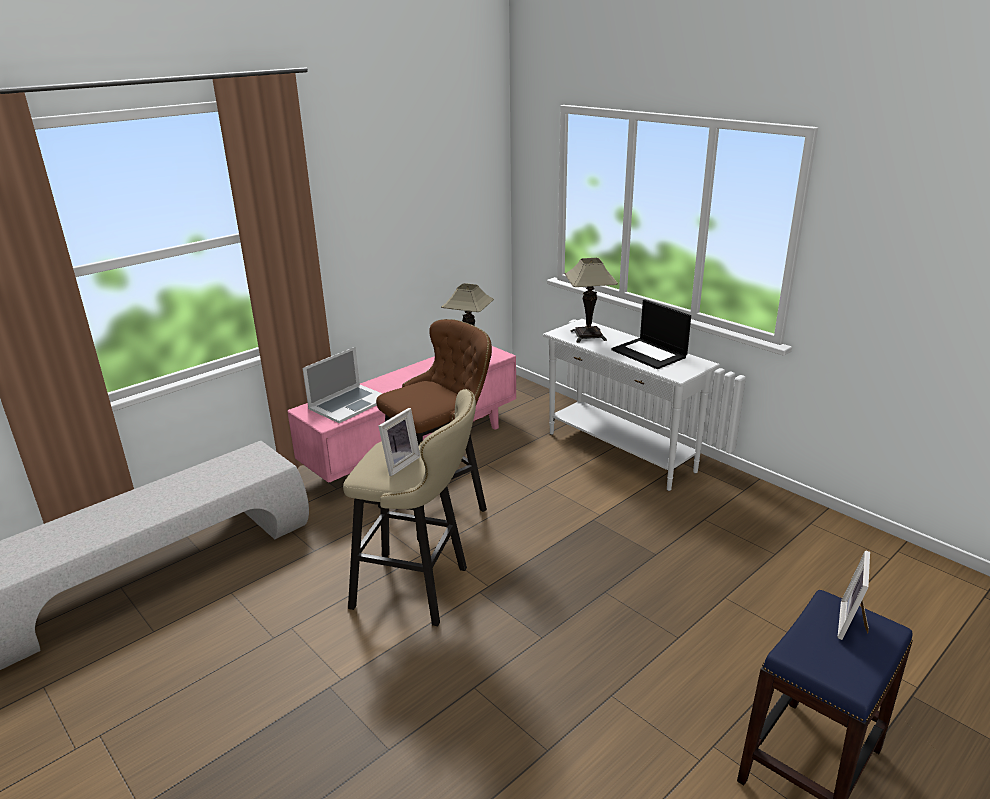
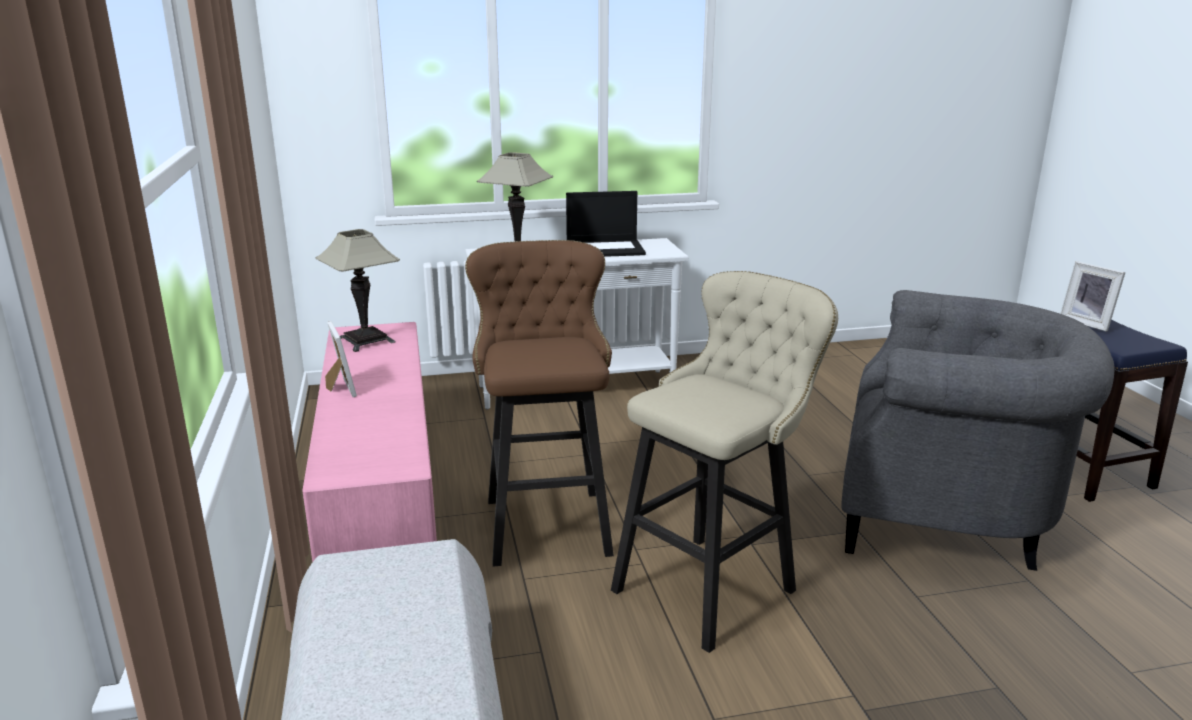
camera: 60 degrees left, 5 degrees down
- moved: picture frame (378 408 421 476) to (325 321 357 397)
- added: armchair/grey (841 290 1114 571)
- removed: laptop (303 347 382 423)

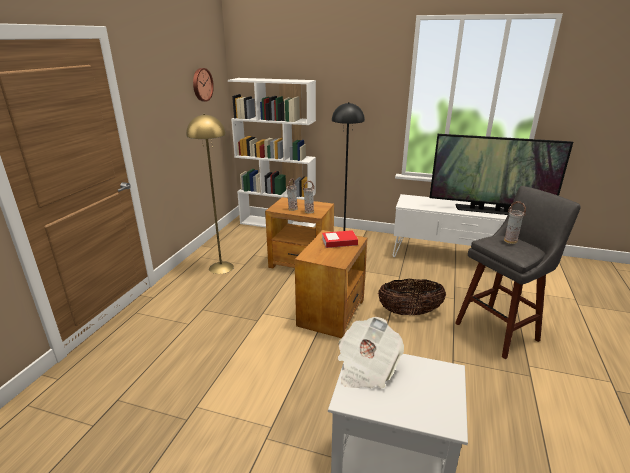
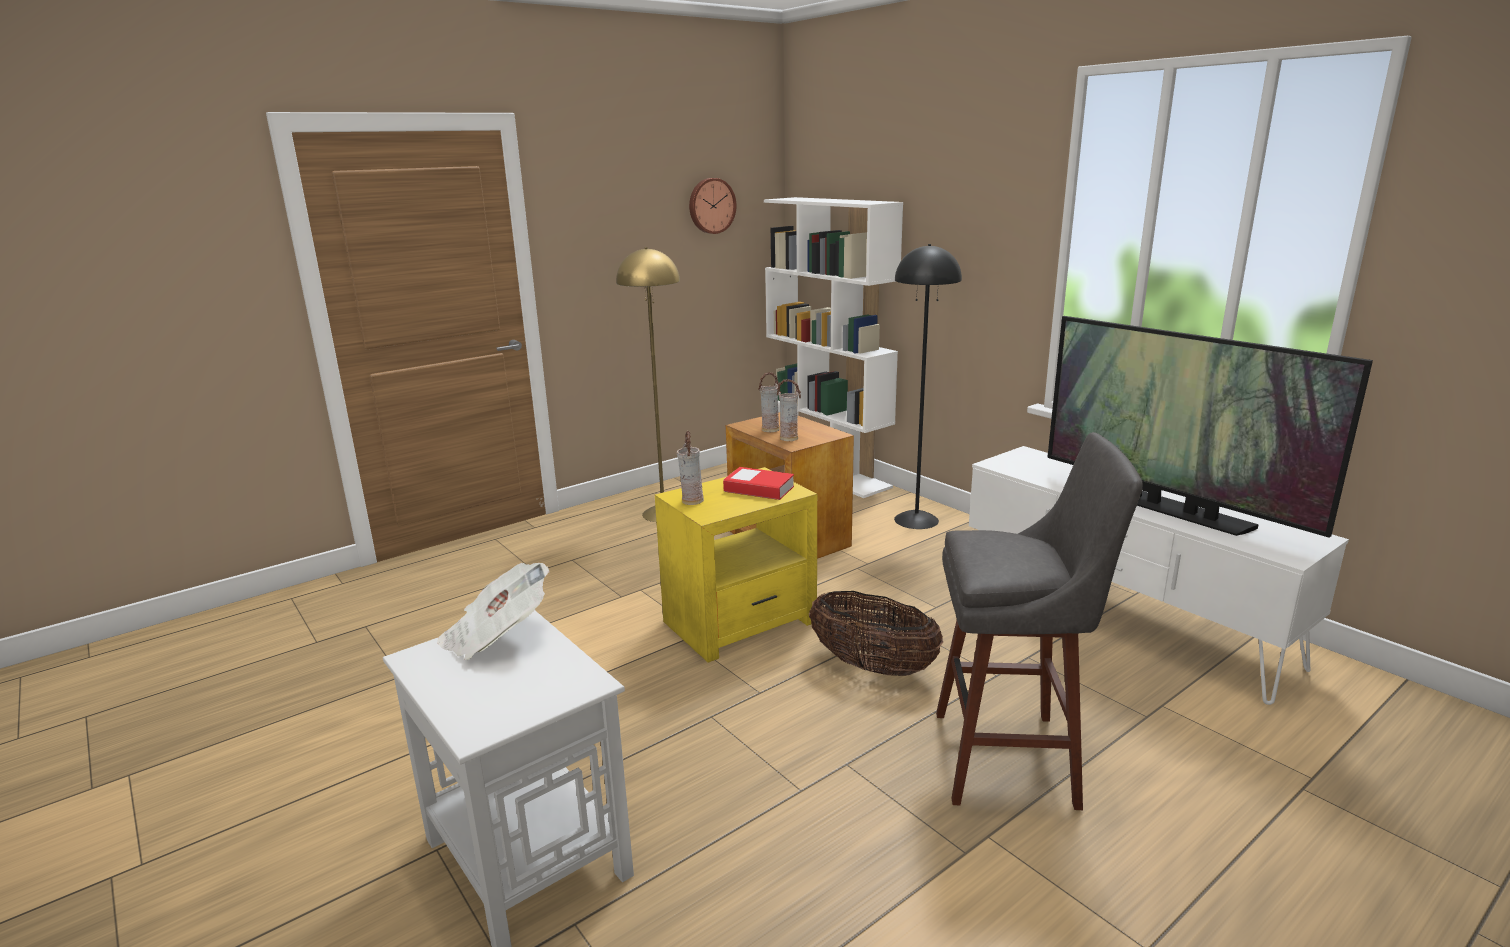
camera: 35 degrees right, 5 degrees down
- recoloured: side table/brown (295 230 368 338) to side table/yellow (655 467 817 662)
- moved: vase (504 201 526 244) to (677 431 704 505)

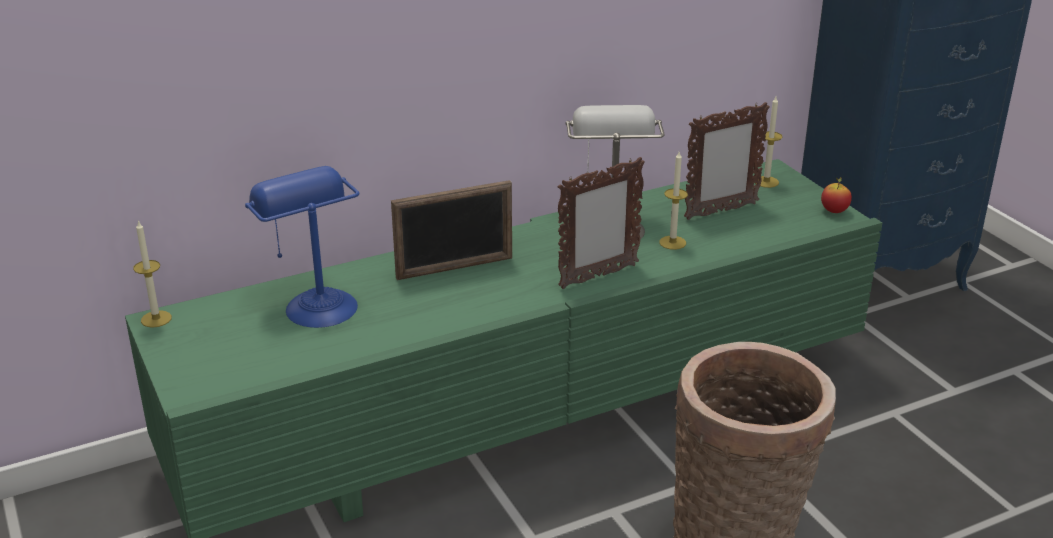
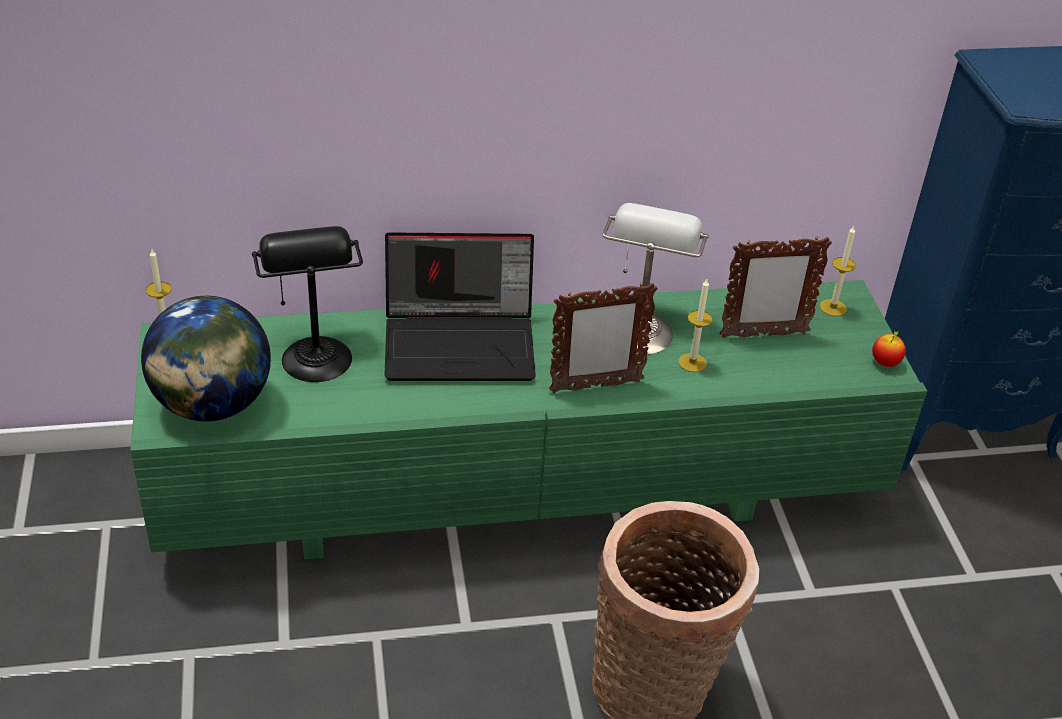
camera: 15 degrees right, 10 degrees up
- added: globe (141 296 271 422)
- recoloured: table lamp/blue (245 166 359 328) to table lamp/black (252 226 363 382)
- replaced: picture frame (391 180 512 280) to laptop (384 232 536 381)

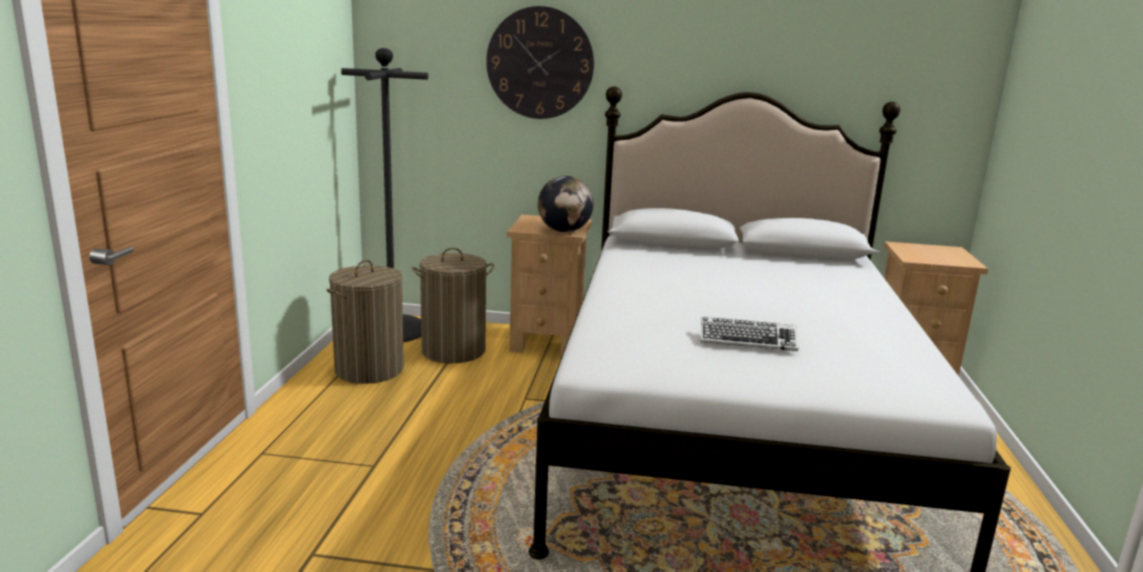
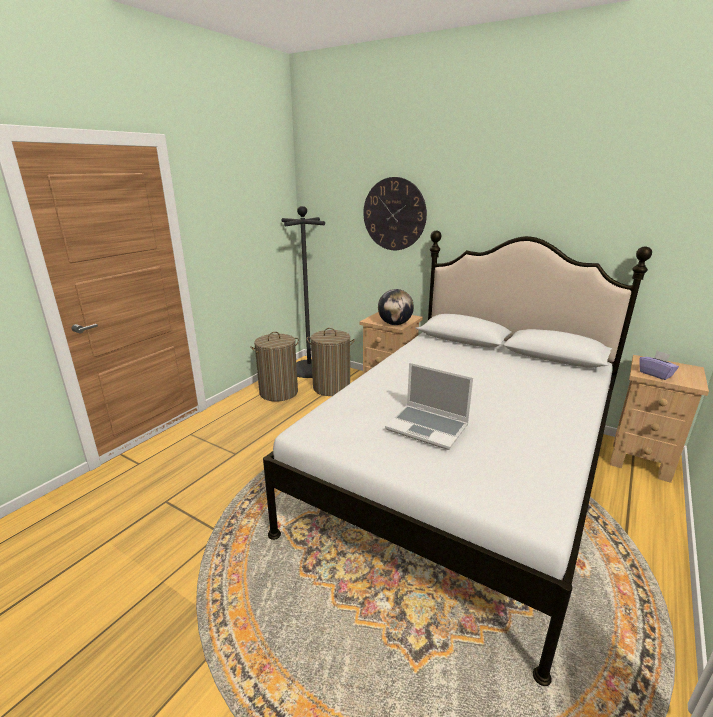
camera: 25 degrees right, 5 degrees up
- replaced: keyboard (701 317 798 351) to laptop (385 363 473 450)
- added: tissue box/purple (640 351 679 380)

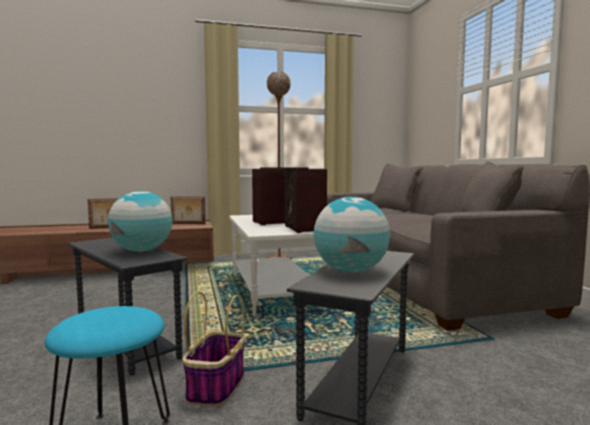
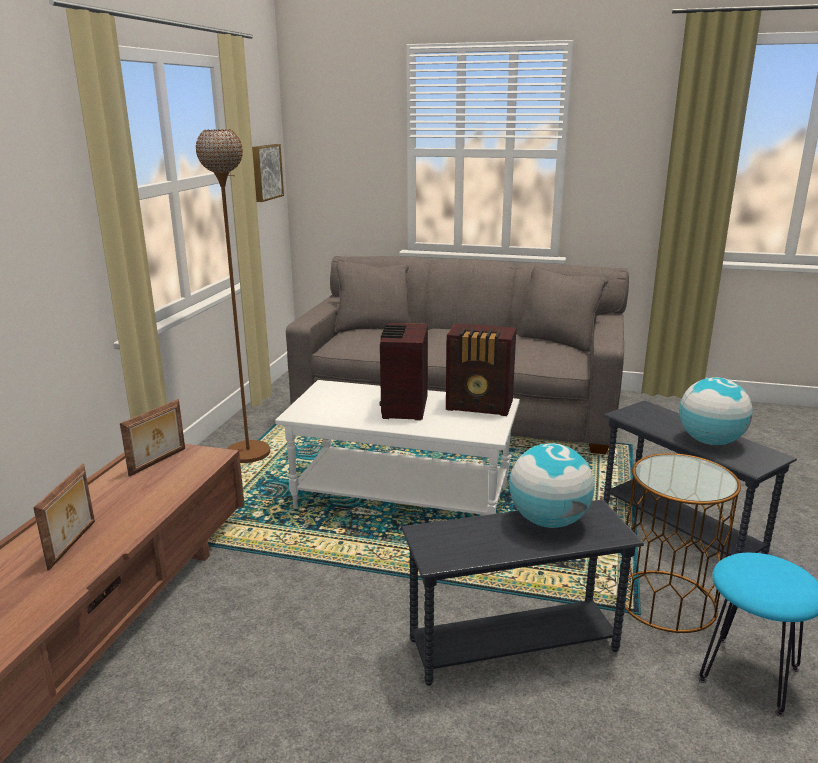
camera: 60 degrees left, 15 degrees up
- added: picture (252 144 284 202)
- replaced: basket (183 291 245 407) to side table/brown (618 453 741 633)

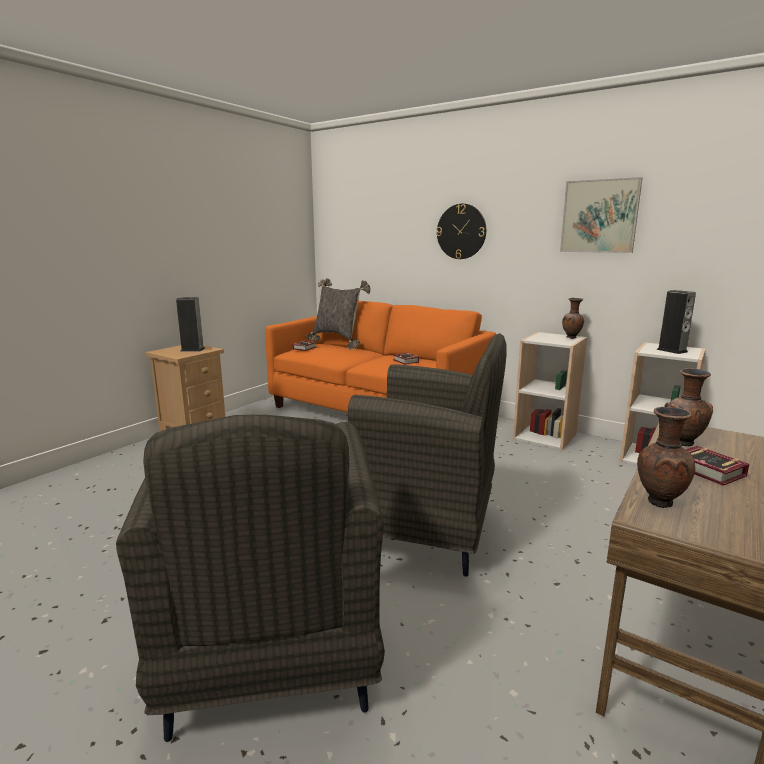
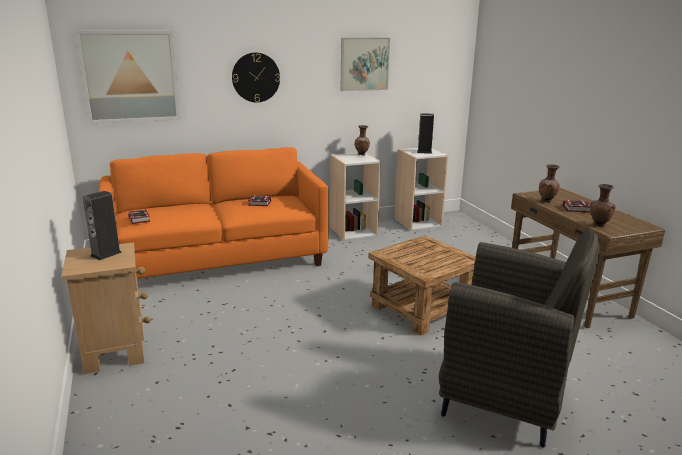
camera: 55 degrees left, 5 degrees up
- added: picture (75 30 180 124)
- replaced: armchair/grey (348 333 507 576) to side table/brown (368 235 476 335)
- removed: pillow (306 279 371 350)

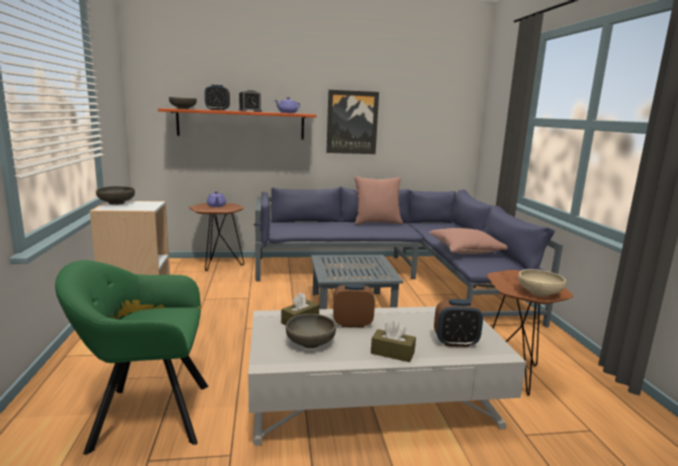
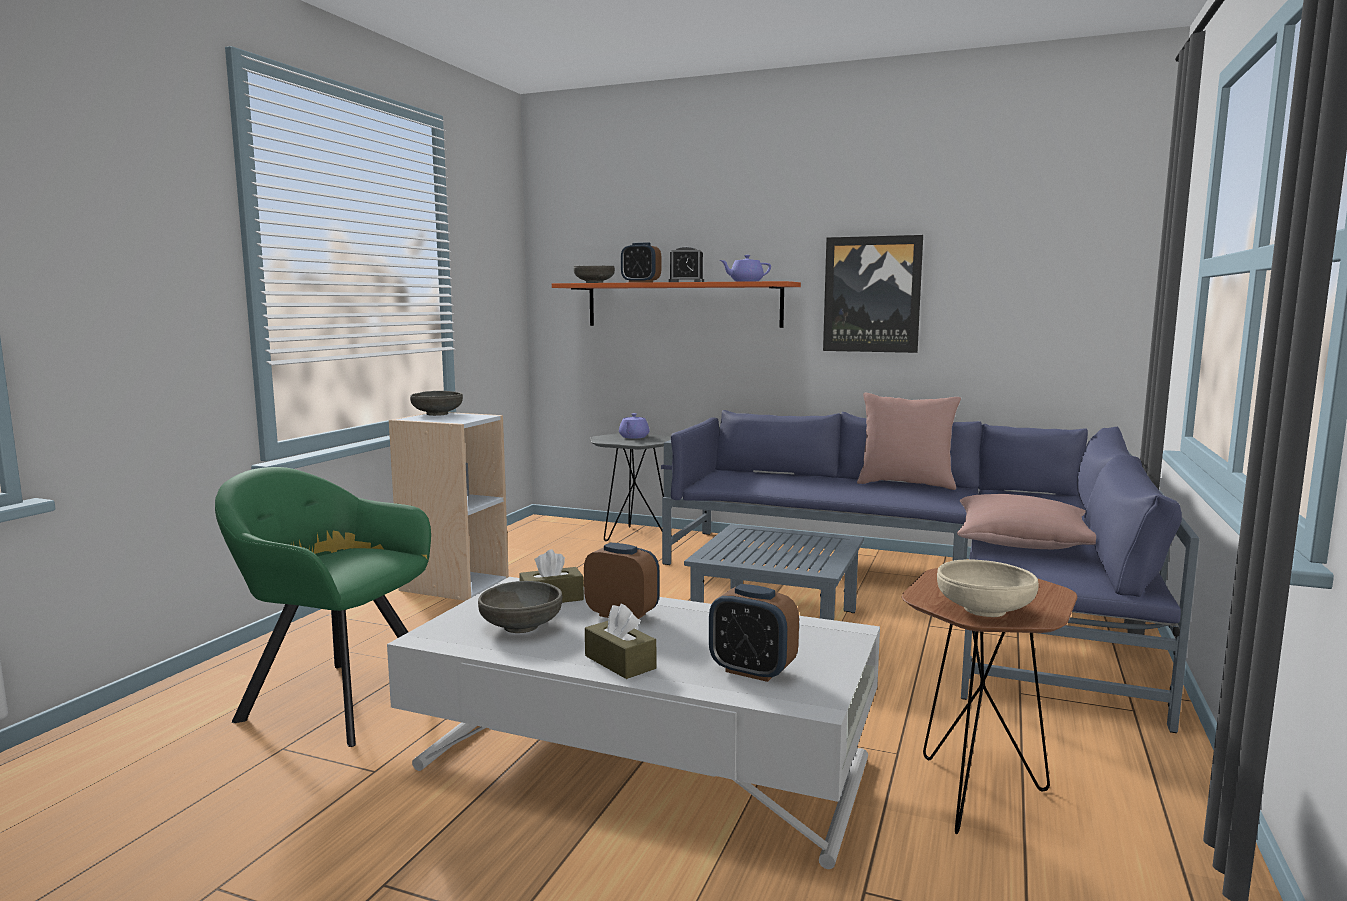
camera: 30 degrees right, 5 degrees down
- recoloured: side table/brown (189 203 244 271) to side table/grey (591 433 672 541)

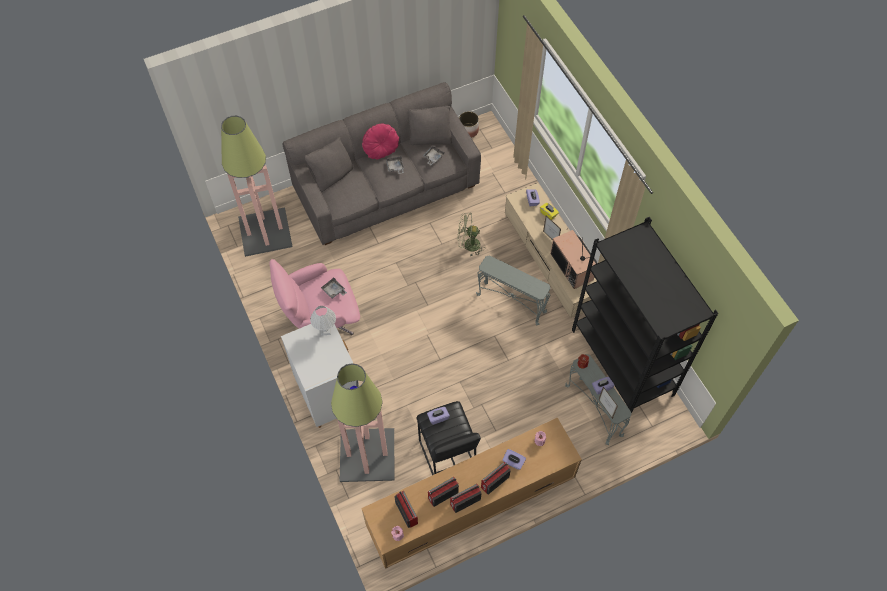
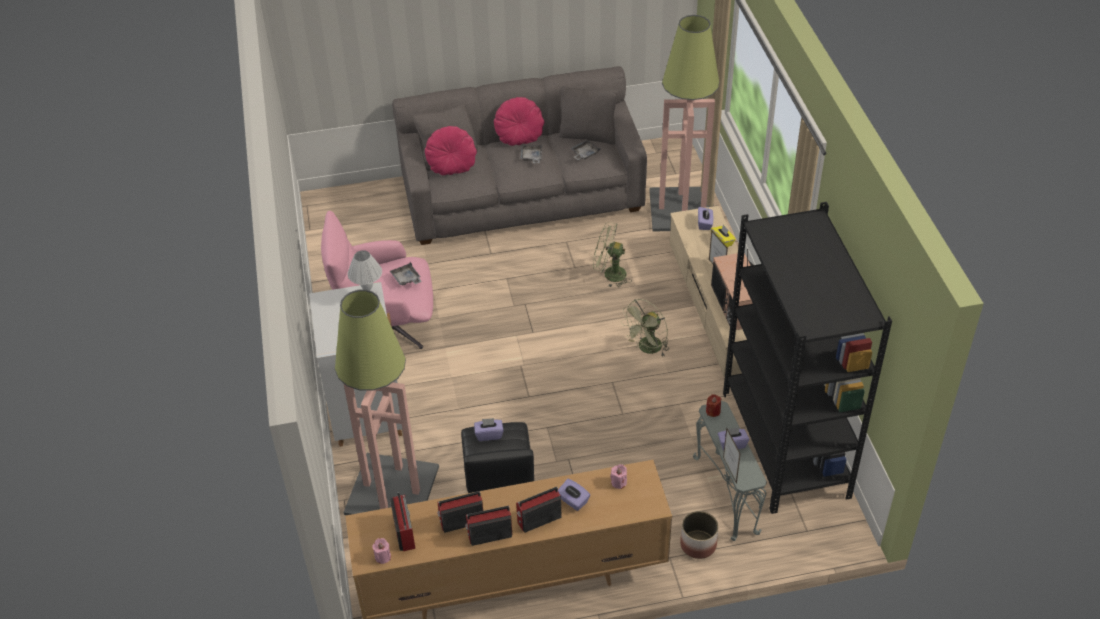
camera: 15 degrees right, 15 degrees down
- added: pillow/pink (425 126 477 176)
- replaced: side table/grey (476 255 551 326) to fan/green (621 299 670 357)
- moved: floor lamp (221 116 293 257) to (649 15 719 231)
- moved: planter (459 111 479 138) to (680 511 719 559)

